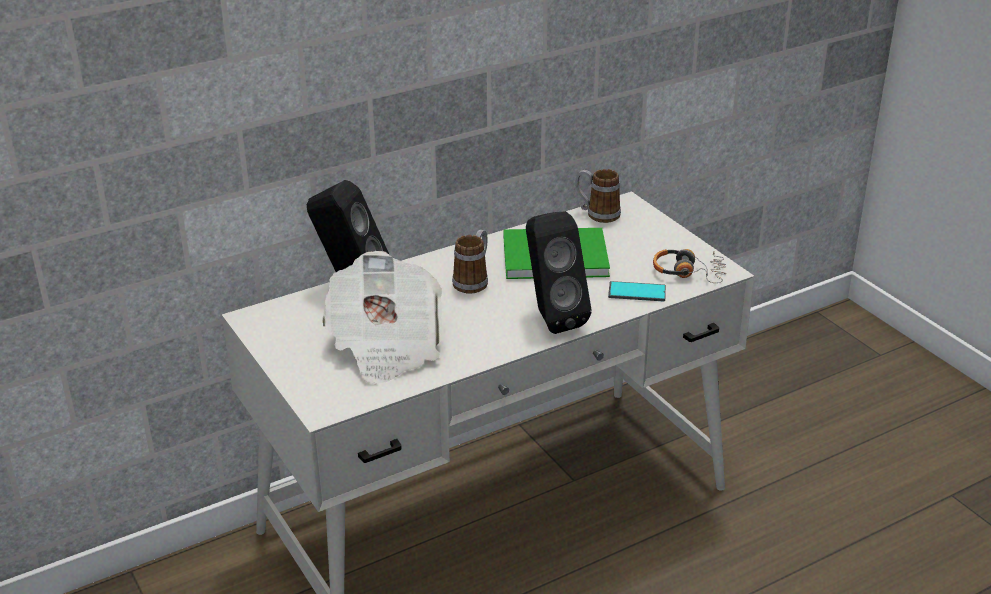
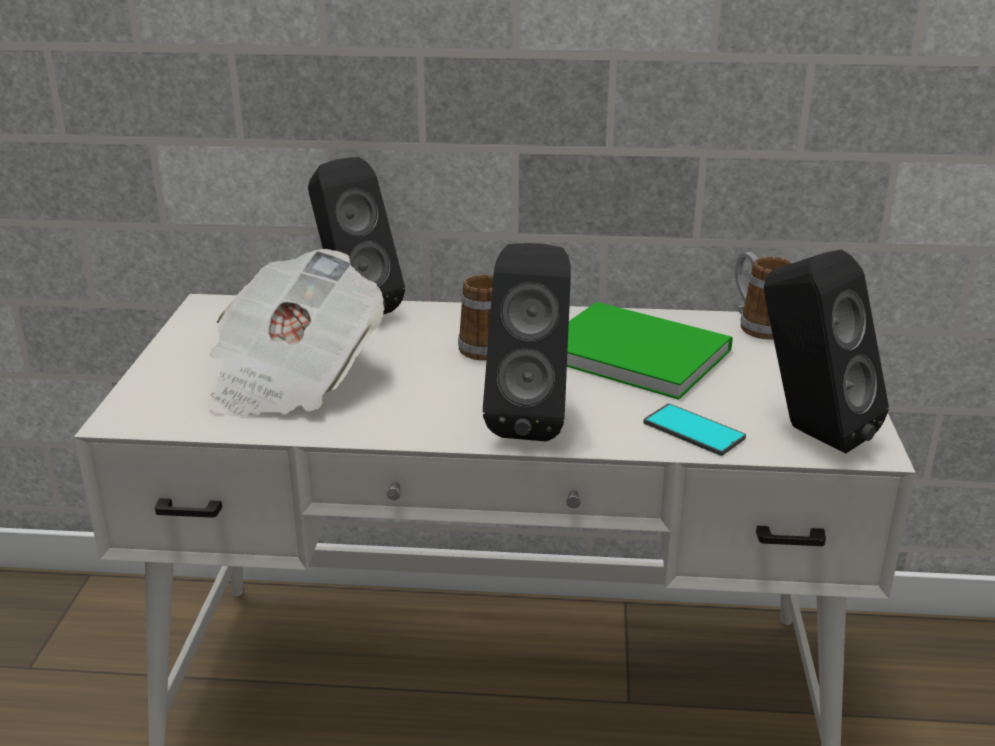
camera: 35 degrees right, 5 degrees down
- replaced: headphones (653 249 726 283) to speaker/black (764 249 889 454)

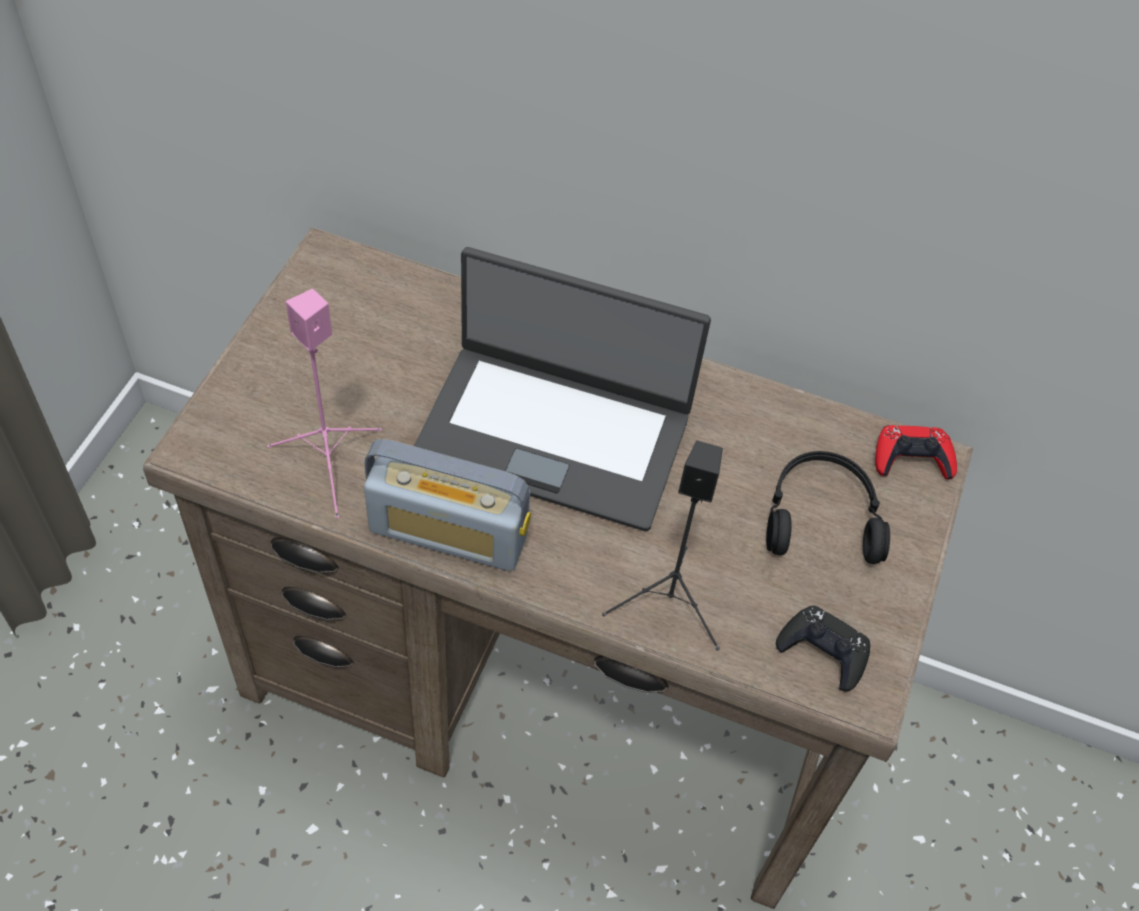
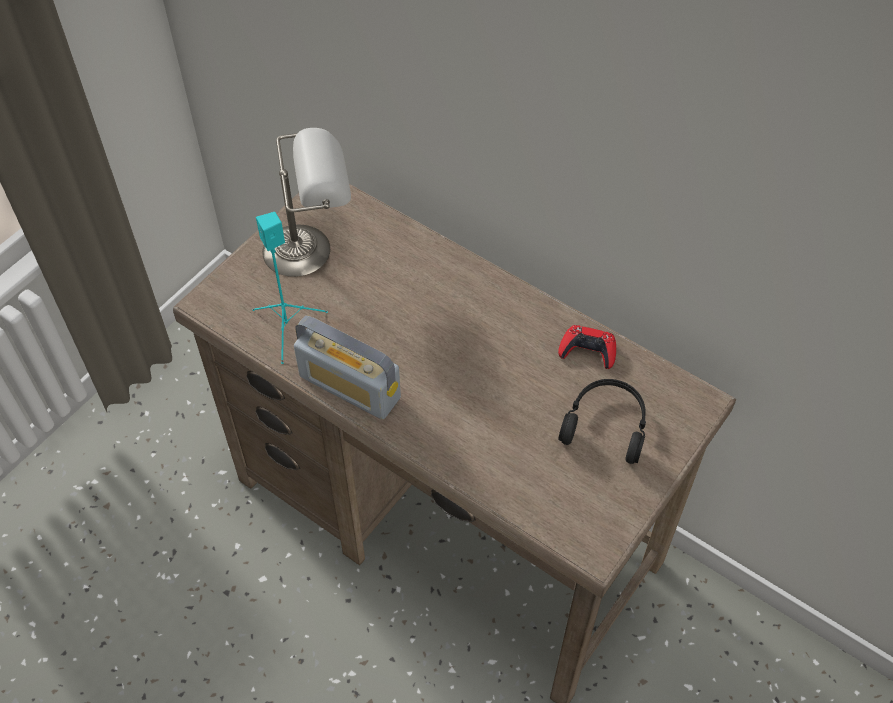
camera: 20 degrees right, 0 degrees up
- recoloured: speaker/pink (268 289 382 518) to speaker/turquoise (252 212 328 364)
- added: table lamp/white (262 128 351 277)
- moved: game controller/red (875 425 957 480) to (558 325 616 369)
- removed: laptop (414 247 711 531)
- removed: speaker/black (602 440 723 650)
- removed: game controller/black (776 606 870 692)

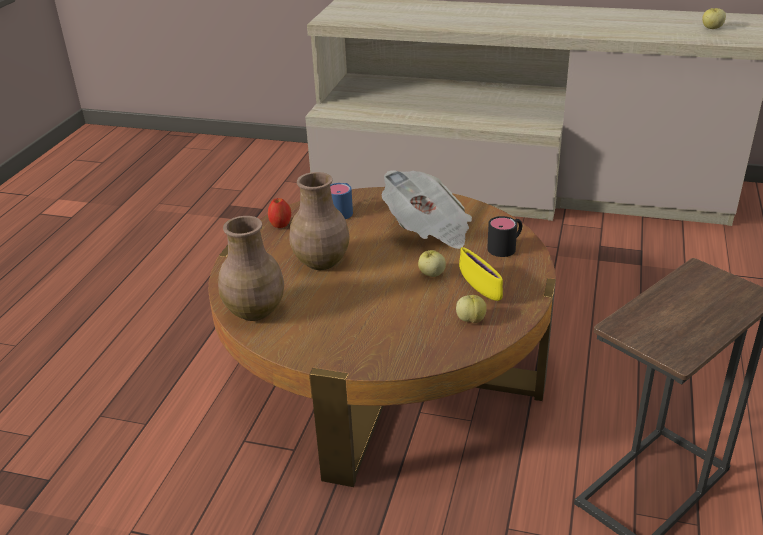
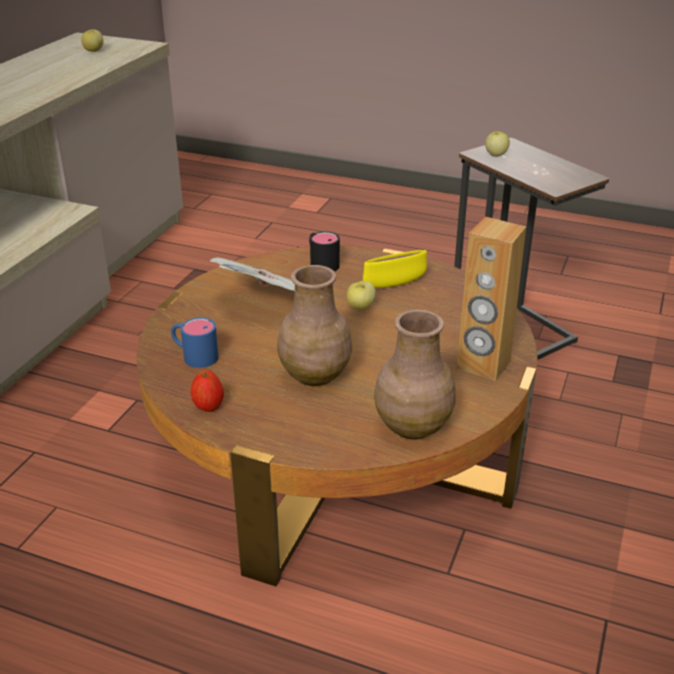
camera: 85 degrees left, 0 degrees up
- added: speaker/brown (457 217 526 381)
- moved: apple (456 295 487 323) to (485 131 510 157)

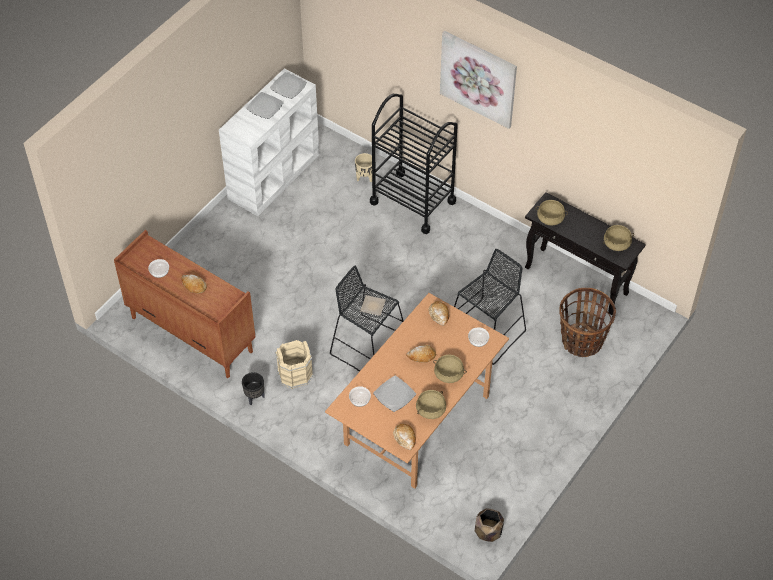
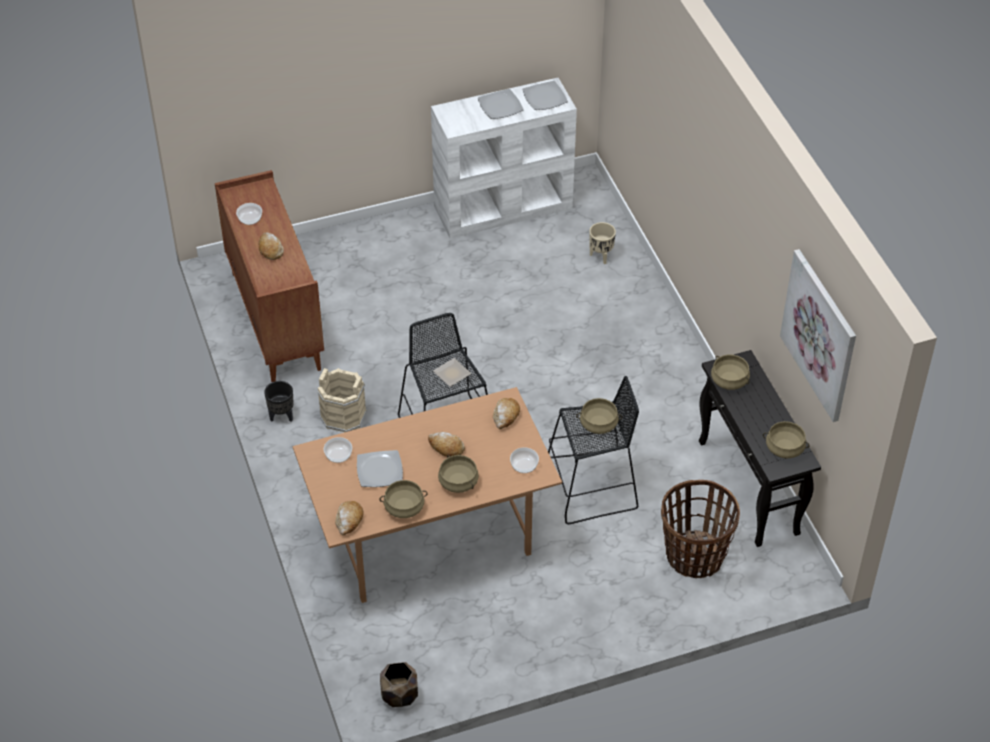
camera: 35 degrees right, 5 degrees down
- added: cooking pot/beige (576 398 622 434)
- moved: picture (440 31 517 129) to (780 249 856 422)
- removed: cart/black (370 94 458 234)

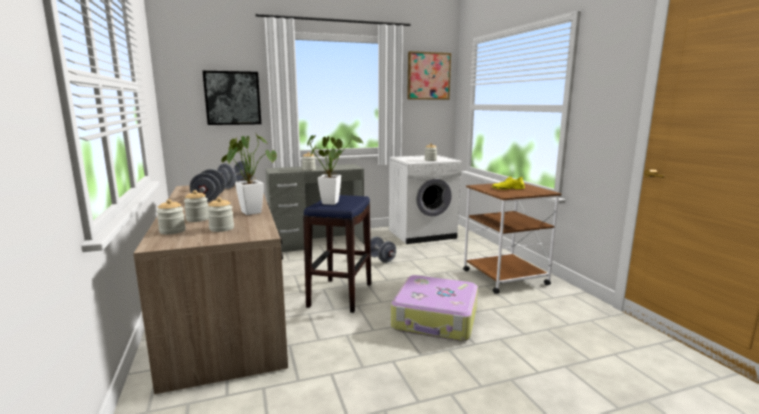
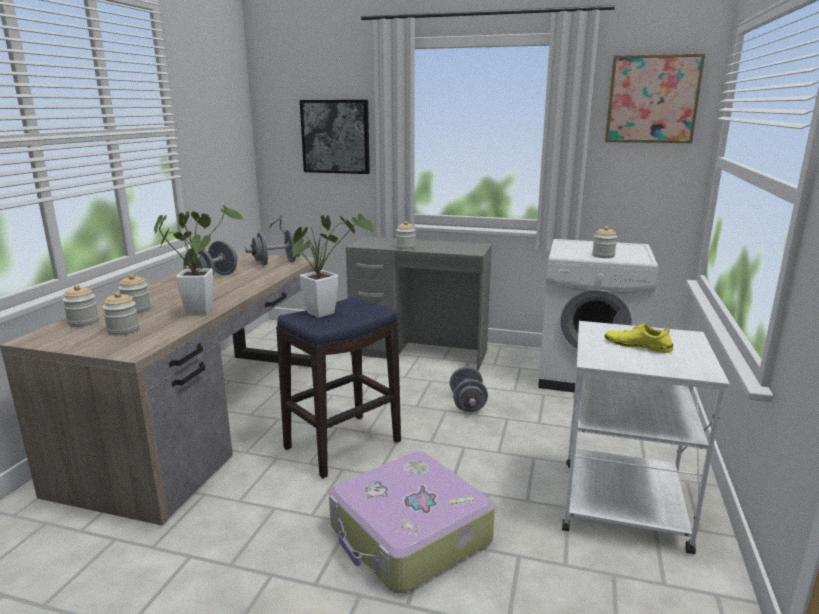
camera: 35 degrees right, 5 degrees up
- recoloured: cart/brown (463 183 562 294) to cart/white (562 321 730 554)

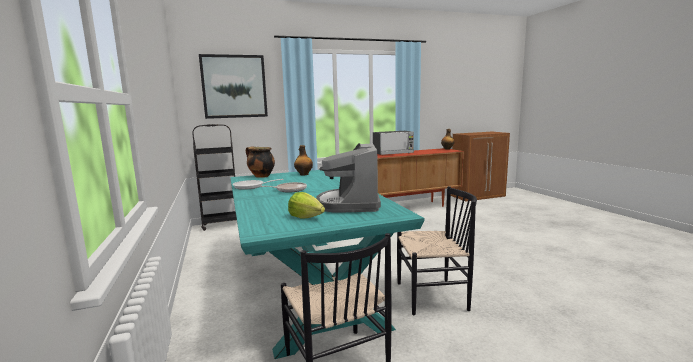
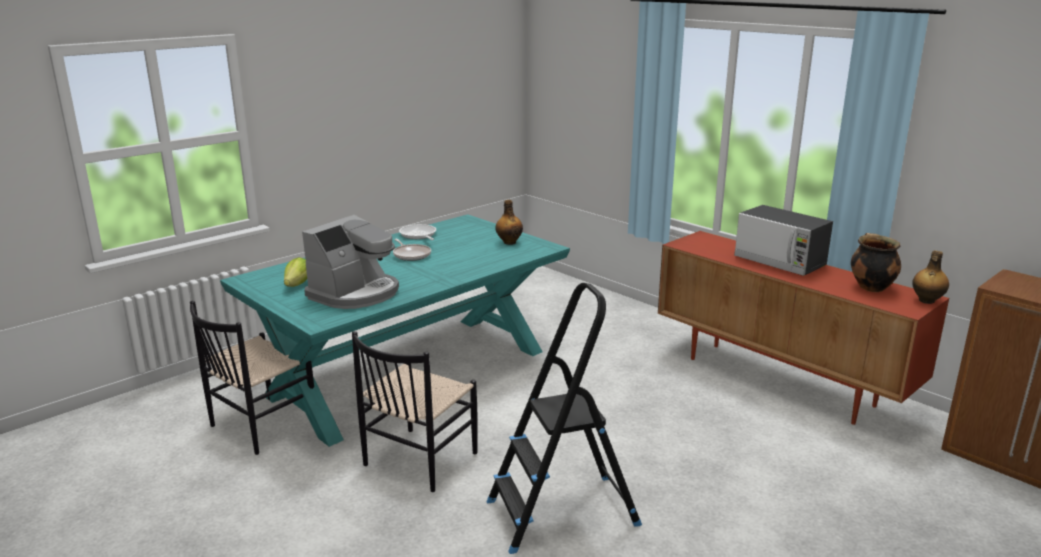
camera: 65 degrees right, 10 degrees up
- turned: coffee machine (316 143 381 213) = (302 215 399 309) 150 degrees clockwise
- turned: chair/black (397 186 477 315) = (352 331 478 492) 60 degrees clockwise
- added: step ladder/black (486 283 642 554)
- moved: cooking pot (246 147 275 178) to (851 233 901 292)
- removed: cart/black (192 124 237 231)
- removed: picture (199 54 268 119)

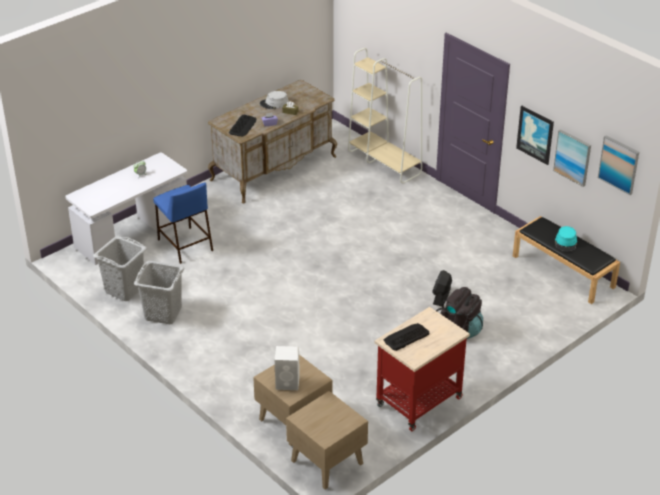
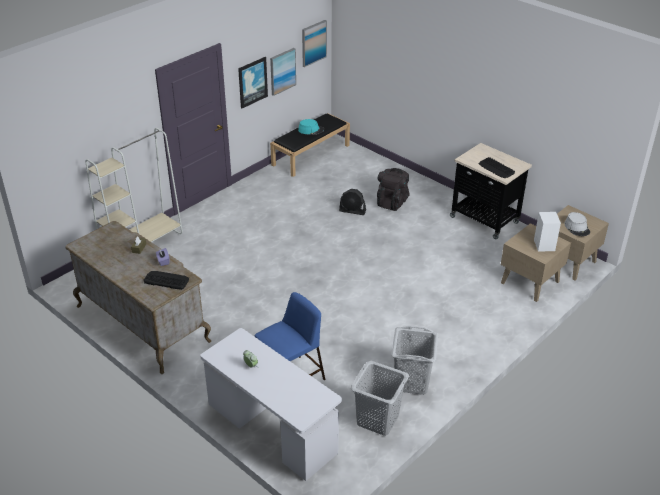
camera: 95 degrees left, 0 degrees up
- recoloured: cart/red (374 307 470 431) to cart/black (450 143 532 239)
- moved: hat/grey (260 91 289 109) to (565 212 590 236)

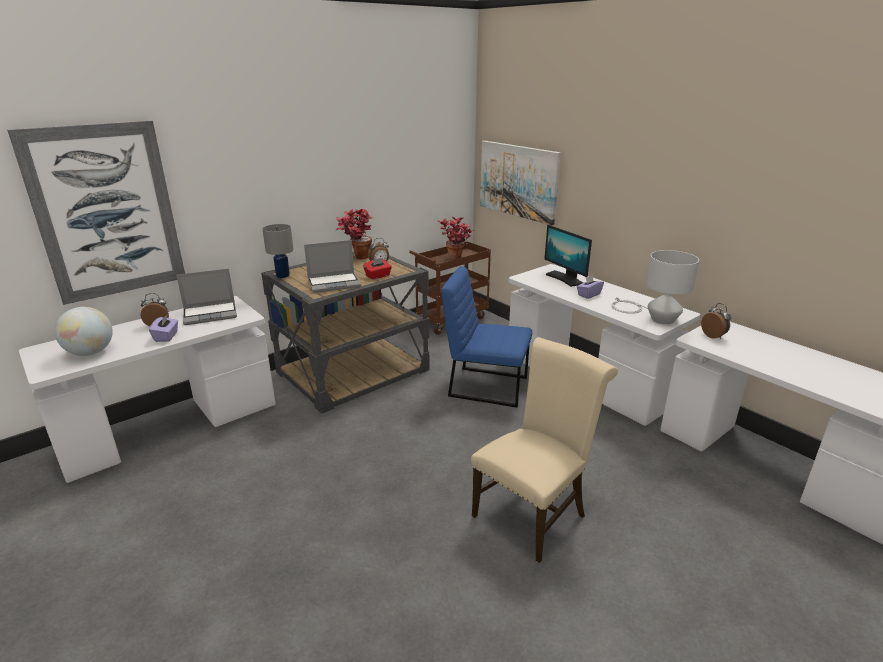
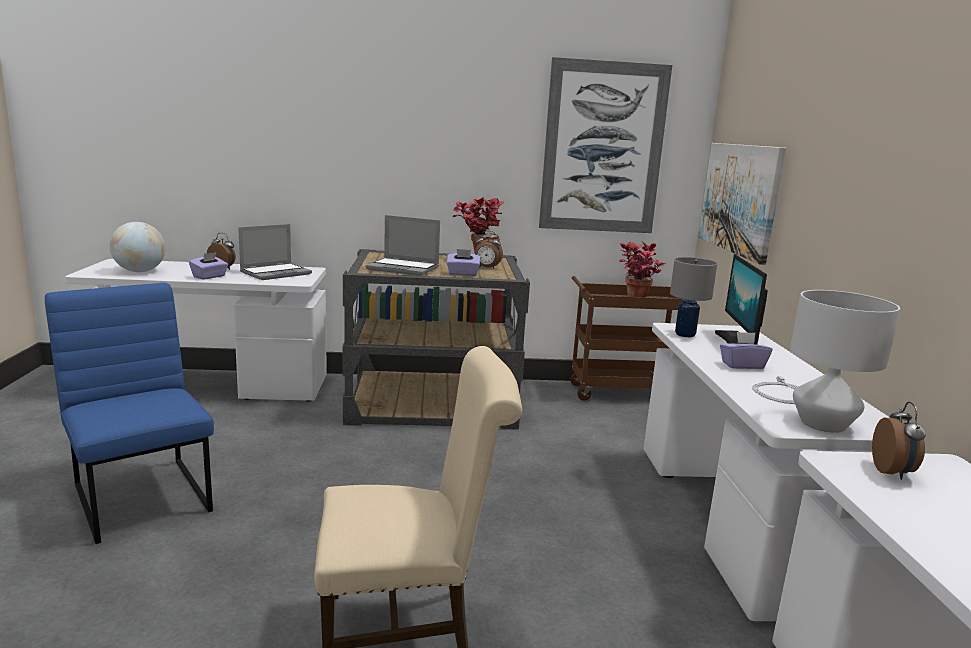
camera: 35 degrees right, 10 degrees down
- moved: chair/blue (441 266 532 408) to (45 283 214 544)
- turned: laptop (176 269 237 325) = (238 224 312 280) 60 degrees counterclockwise
- recoloured: tissue box/red (363 258 392 280) to tissue box/purple (447 249 480 276)
- moved: picture (7 121 185 305) to (539 57 672 233)
- moved: table lamp/grey (262 224 294 278) to (670 257 717 337)

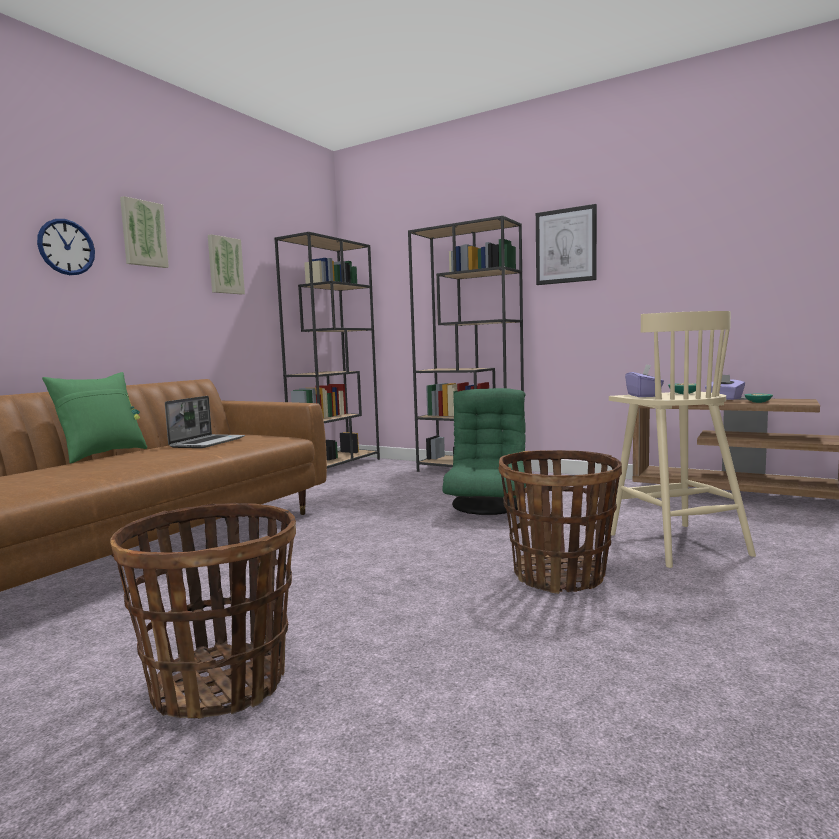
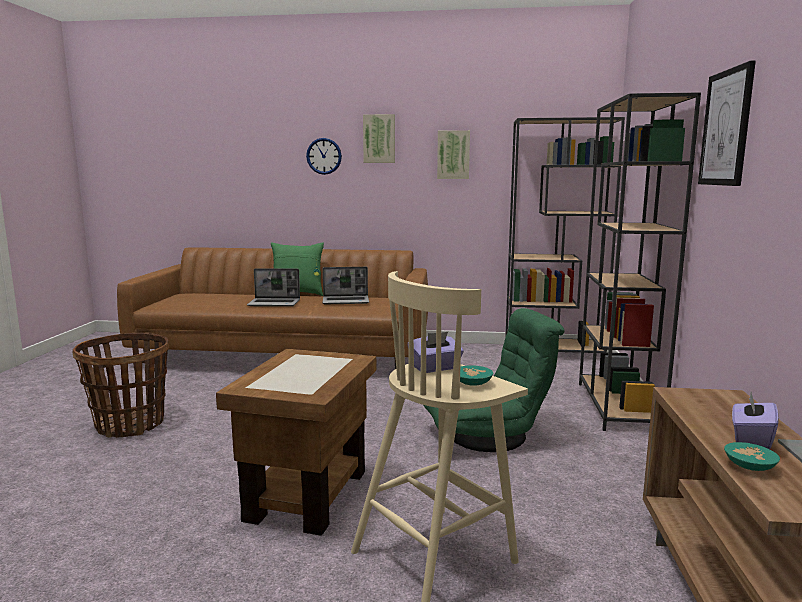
camera: 65 degrees right, 5 degrees up
- replaced: basket (498 450 622 594) to side table/brown (216 349 376 536)
- added: laptop (247 268 300 307)

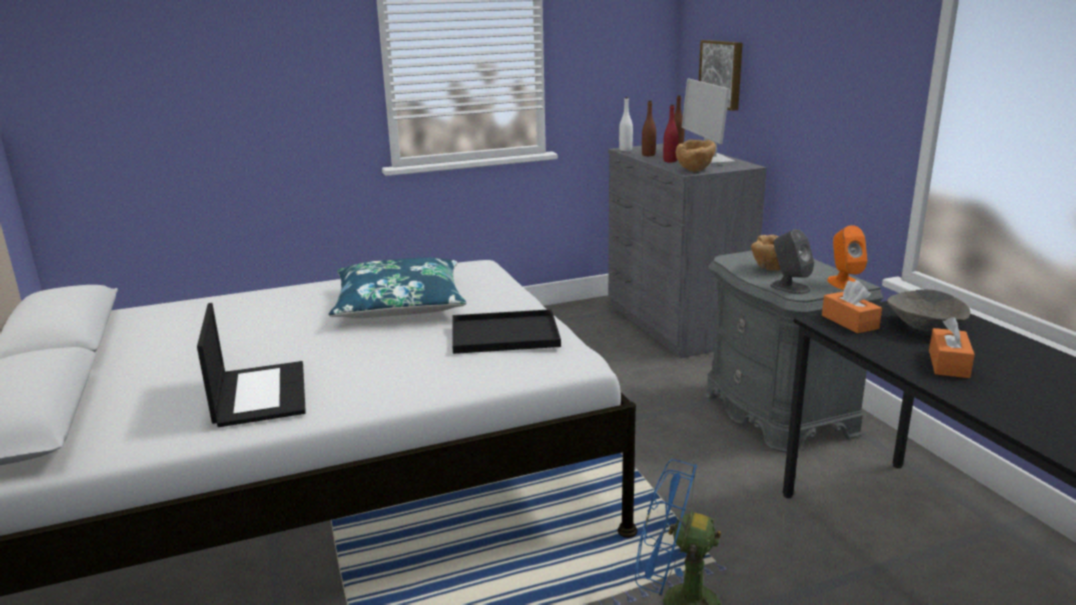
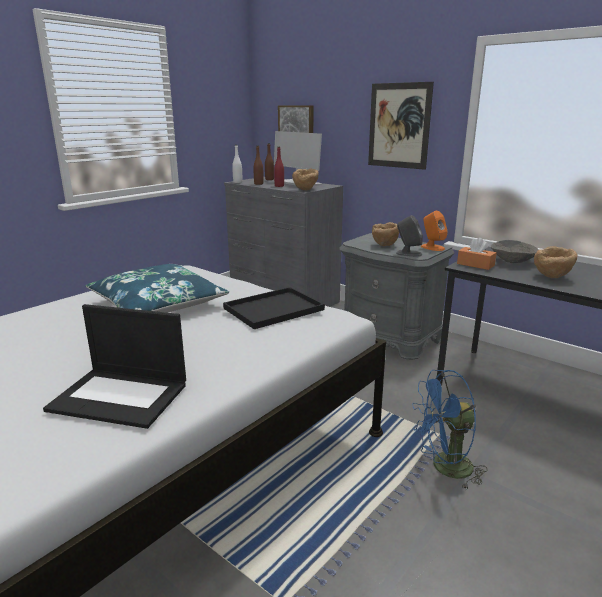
camera: 30 degrees left, 0 degrees up
- turned: laptop (197 303 306 427) = (43 304 186 429) 150 degrees clockwise
- added: picture (368 82 434 170)
- replaced: tissue box/orange (929 317 975 378) to bowl/brown (534 246 577 278)

